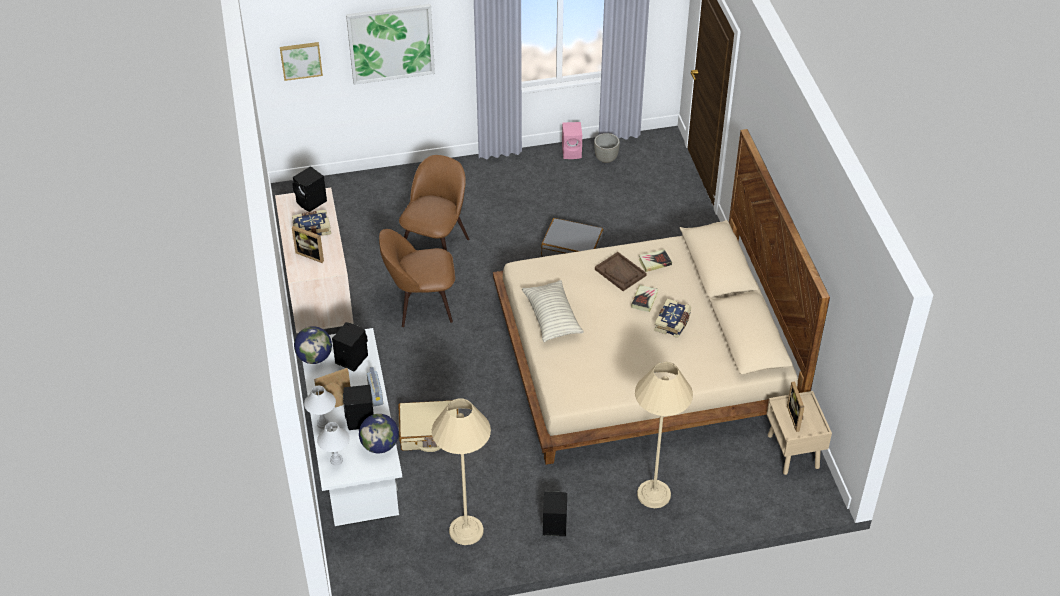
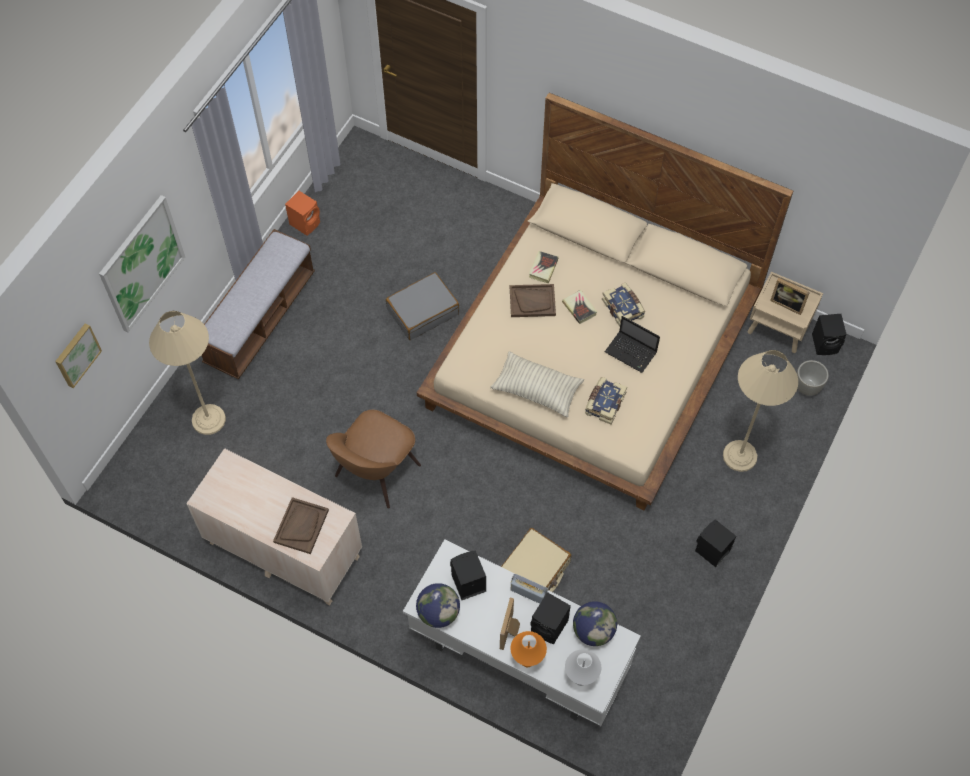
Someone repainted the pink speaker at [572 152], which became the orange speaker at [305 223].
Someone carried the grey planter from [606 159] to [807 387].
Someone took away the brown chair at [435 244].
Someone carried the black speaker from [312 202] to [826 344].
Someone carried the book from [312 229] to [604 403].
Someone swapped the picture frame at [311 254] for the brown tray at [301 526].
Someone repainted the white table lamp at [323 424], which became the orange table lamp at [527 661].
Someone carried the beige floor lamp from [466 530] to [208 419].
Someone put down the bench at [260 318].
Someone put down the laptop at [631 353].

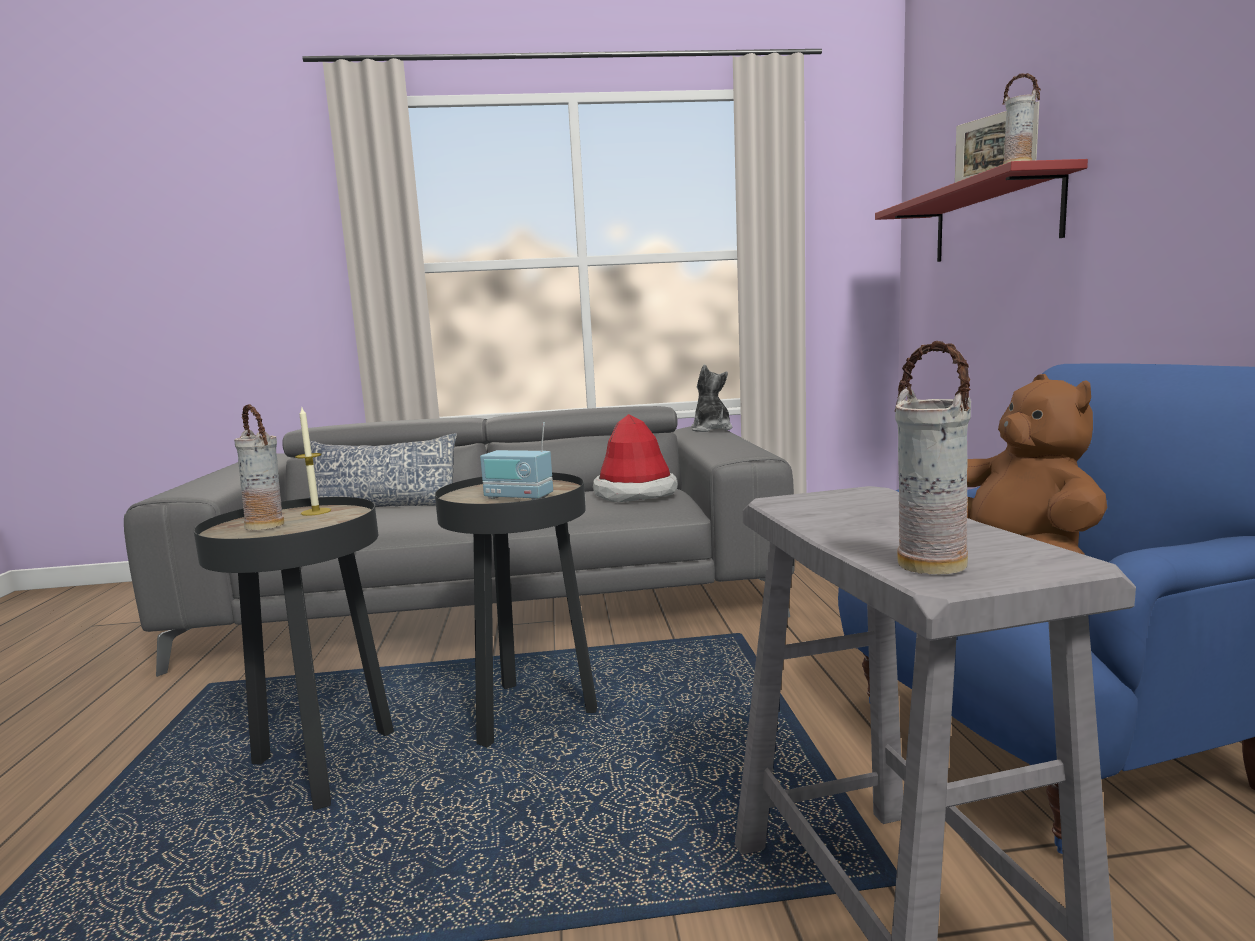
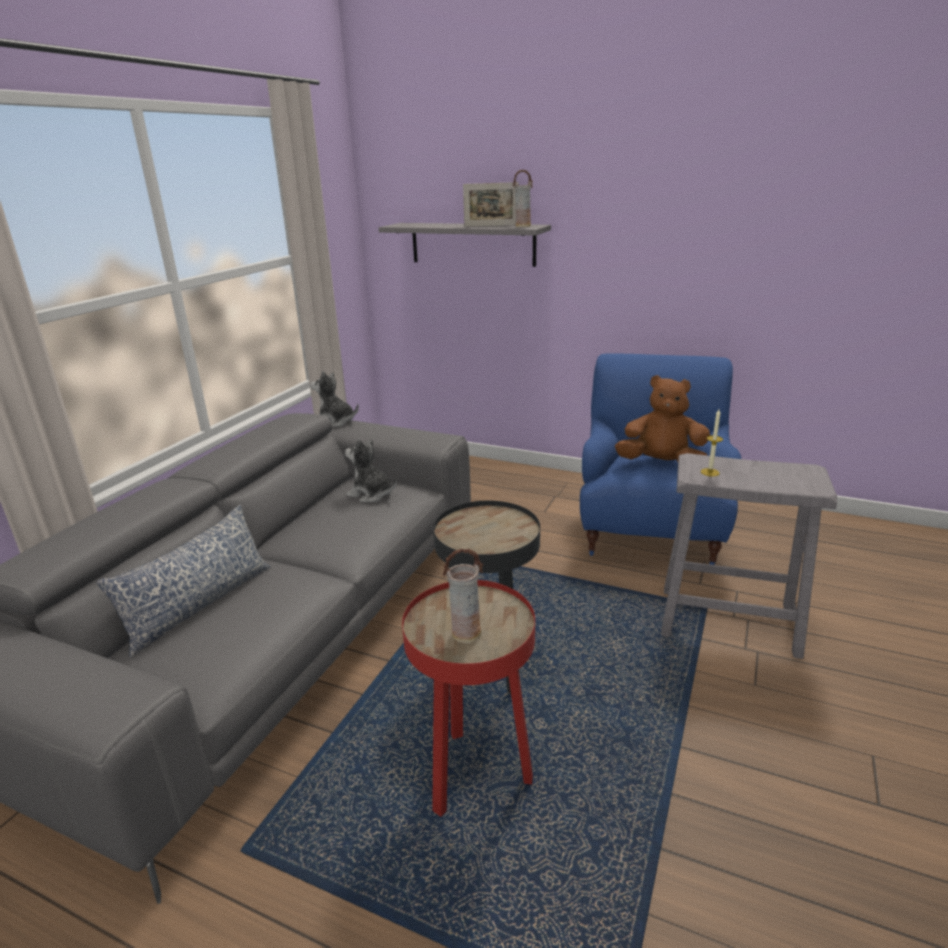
Someone repainted the red shelf at [994 220], which became the grey shelf at [472 244].
Someone took away the vase at [929 566].
Someone carried the candle from [316 512] to [710 472].
Someone swapped the hat at [635 493] for the plush toy at [371 494].
Someone took away the radio at [518 497].
Someone repainted the black side table at [325 765], which became the red side table at [474 774].

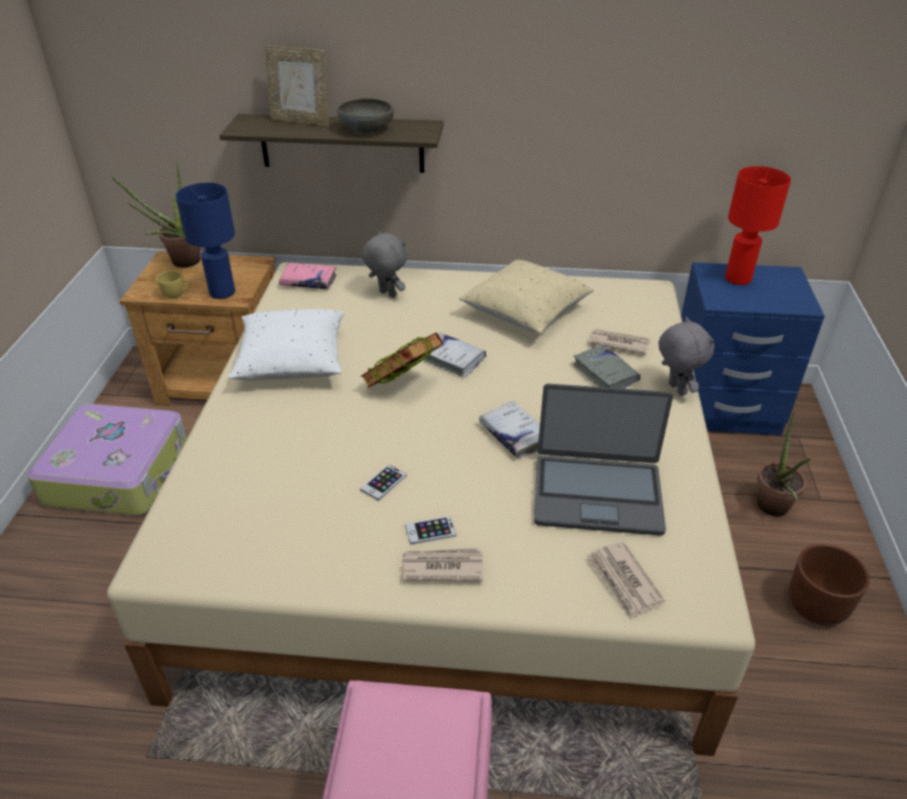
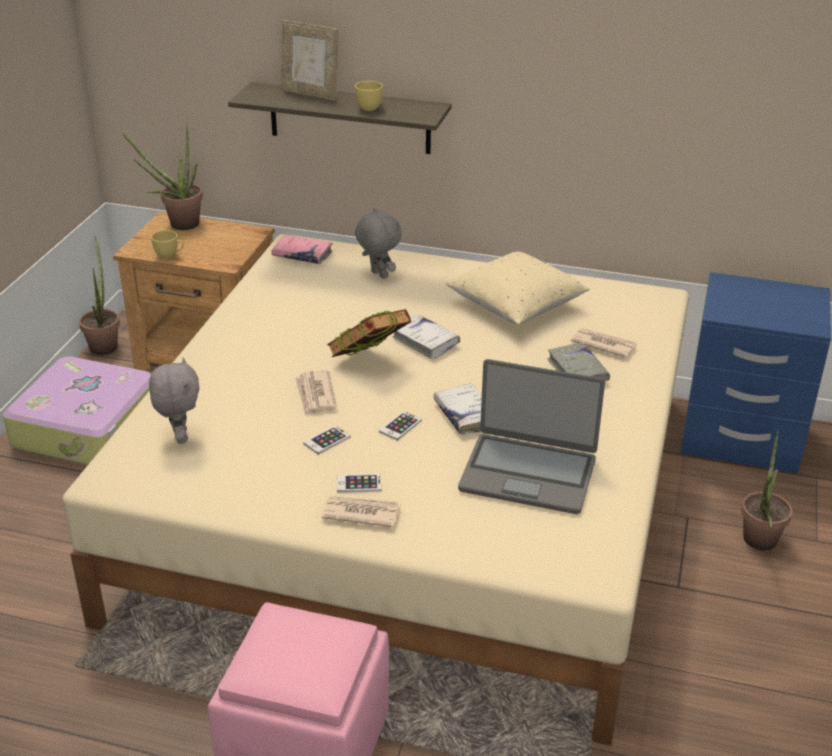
Someone swapped the grey bowl at [366 129] for the yellow cup at [371 107].
Someone took away the red table lamp at [737 278].
Someone took away the blue table lamp at [223 293].
Someone took away the white pillow at [292 362].
Someone carried the grey plush toy from [675 389] to [179 436].
Someone carried the newspaper from [624 582] to [315 395].
Someone took away the brown planter at [817 606].
Someone put down the potted plant at [104 344].
Someone put down the phone at [400 426].

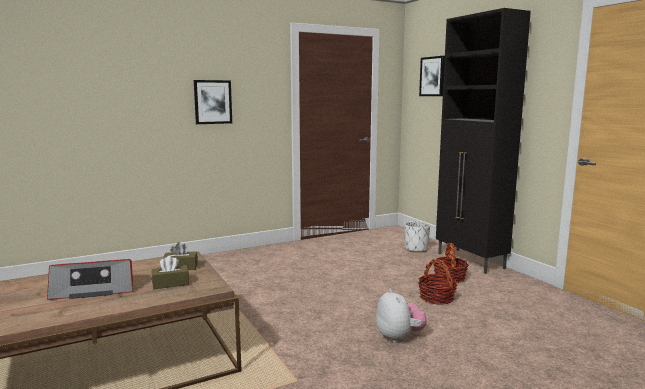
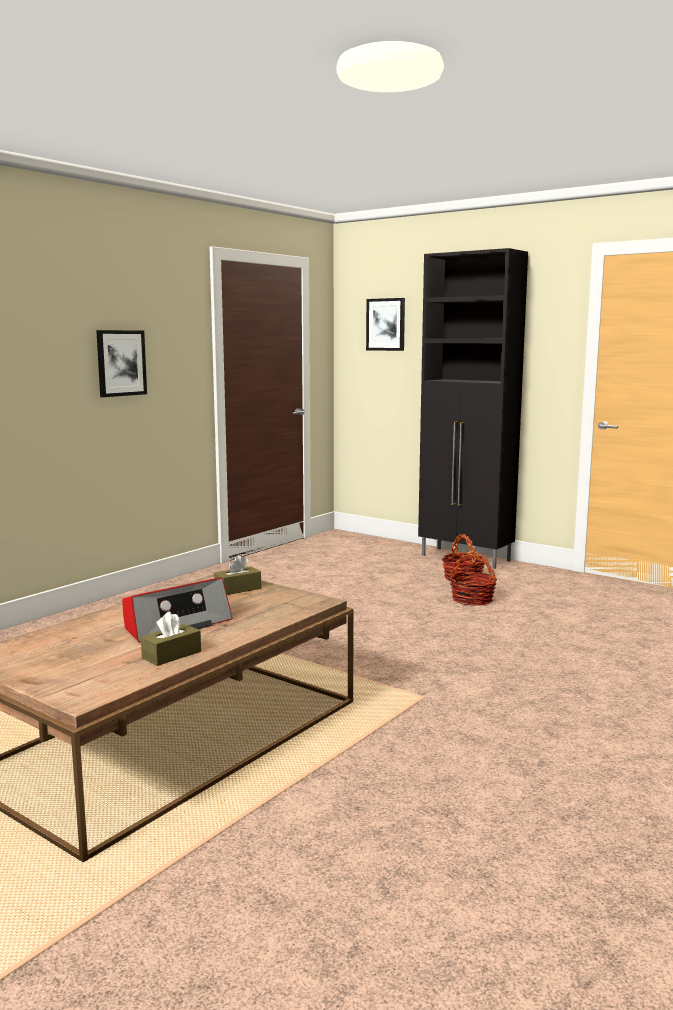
Someone took away the white planter at [416 249].
Someone carried the brown tissue box from [170 284] to [171 655].
Someone took away the plush toy at [399 337].

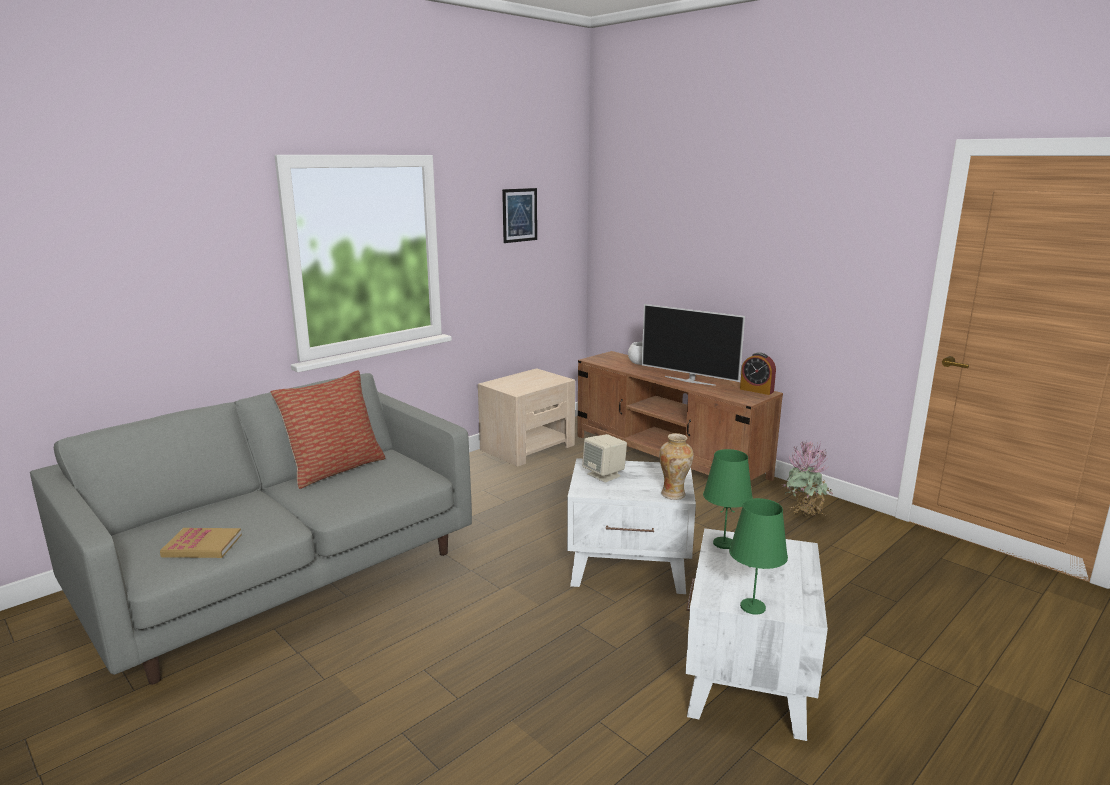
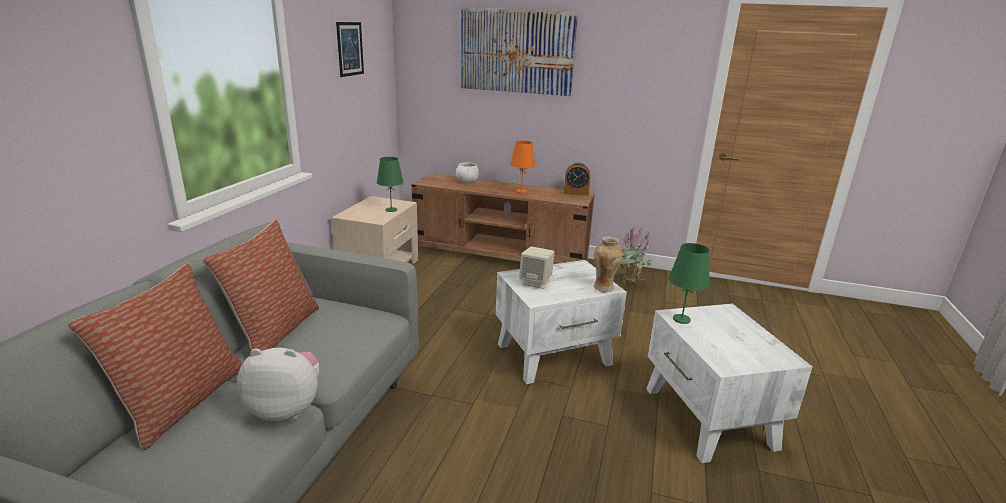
Someone swapped the television at [690 380] for the orange table lamp at [521 191].
Someone carried the green table lamp from [753 607] to [391 210].
Someone took away the book at [202 546].
Someone put up the picture at [516 51].
Someone put down the pillow at [181 401].
Someone put down the plush toy at [286 409].

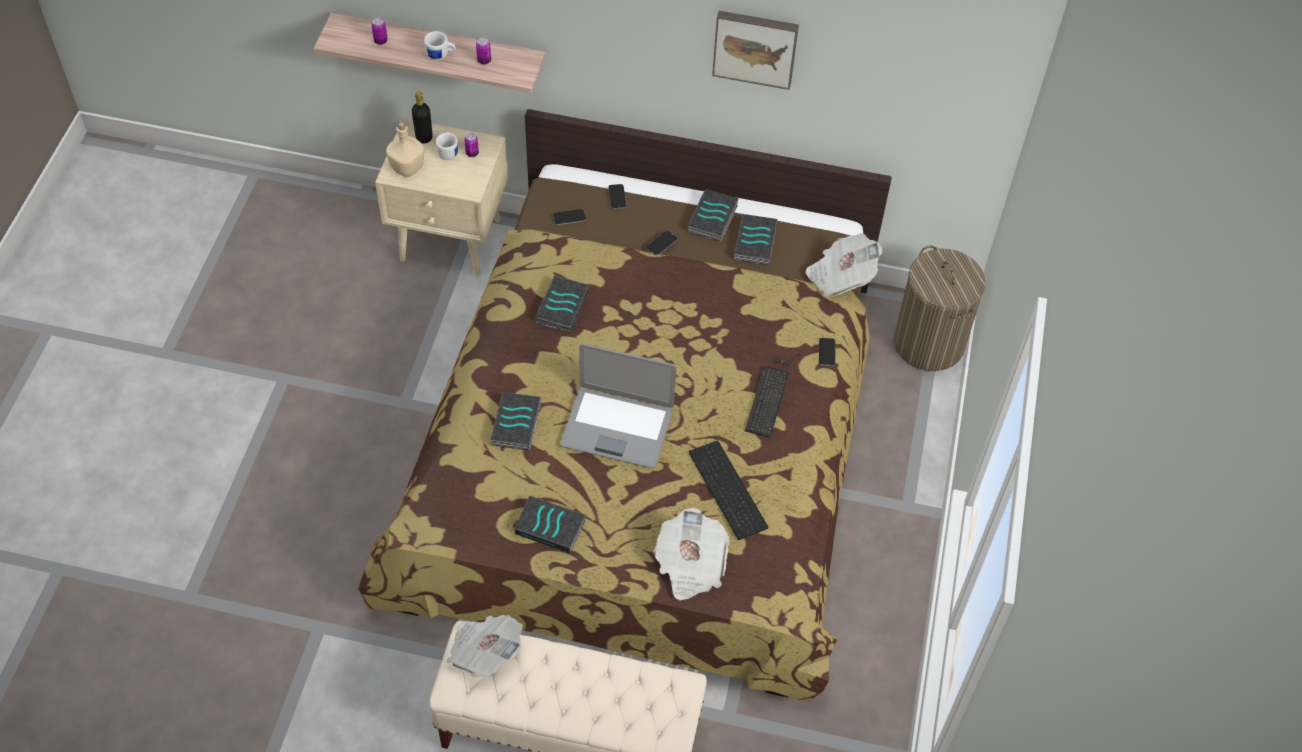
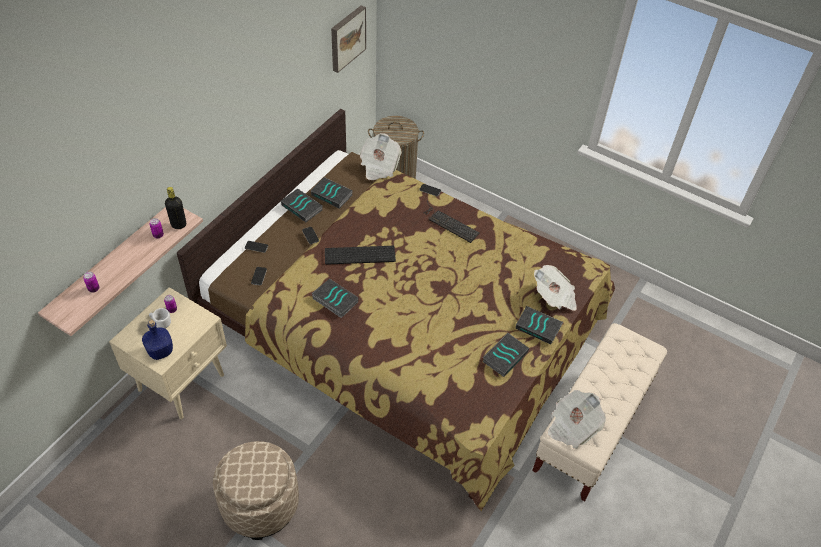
Someone carried the picture from [755 47] to [346 38].
Someone took away the white mug at [441 55].
Someone carried the black bottle from [424 137] to [178 225].
Someone repainted the beige bottle at [407 168], which became the blue bottle at [161 352].
Someone took away the laptop at [617 427].
Someone carried the book from [517 425] to [539 327].
Someone carried the keyboard from [725 489] to [359 256].
Someone put down the beige ottoman at [260 504].

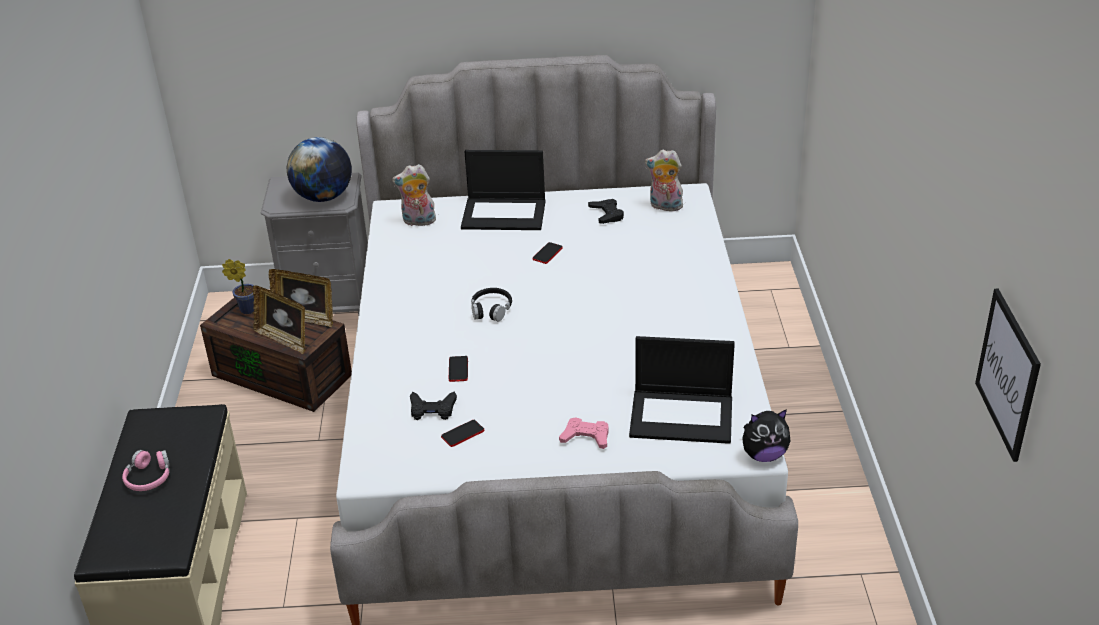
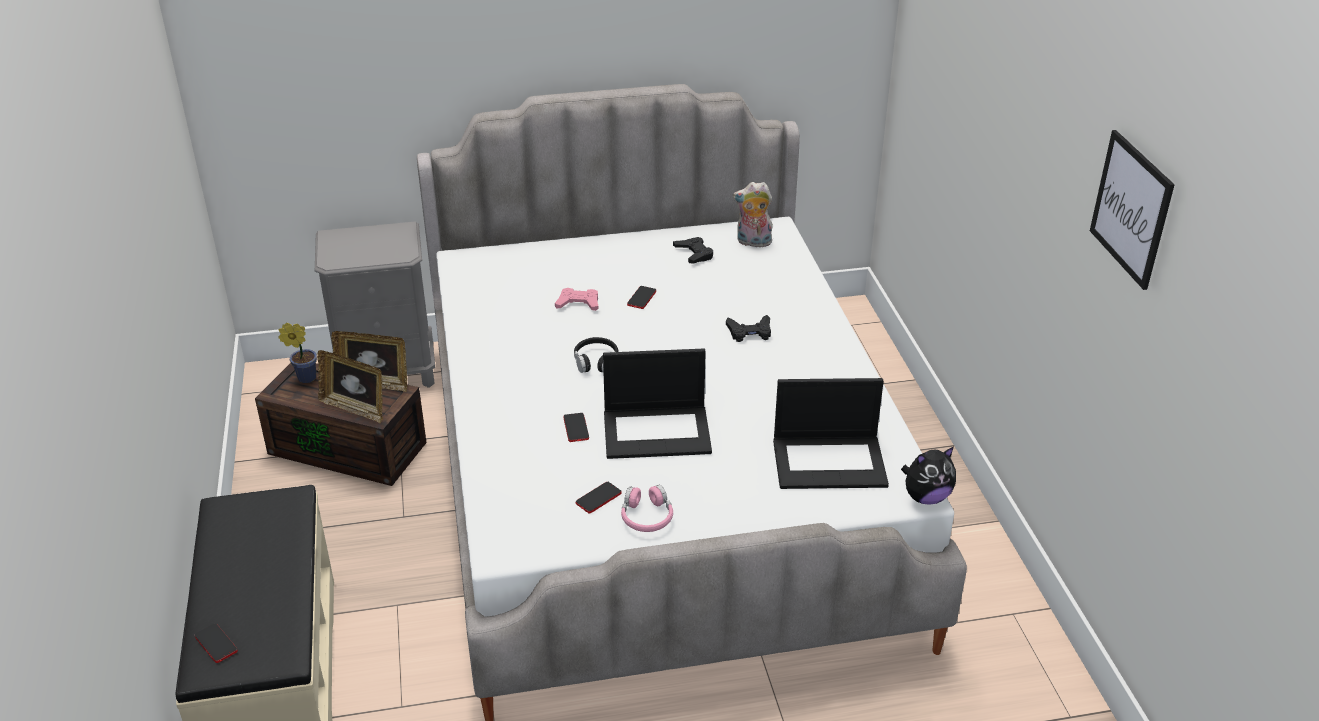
Someone took away the globe at [323 197].
Someone carried the laptop from [505 214] to [658 431].
Someone took away the plush toy at [418 222].
Someone carried the picture from [1008 374] to [1131 208].
Someone carried the black game controller from [432 409] to [749 332].
Someone carried the pink game controller from [586 437] to [578 303].
Someone carried the pink headphones from [149 477] to [646 517].
Someone put down the phone at [216 644].

